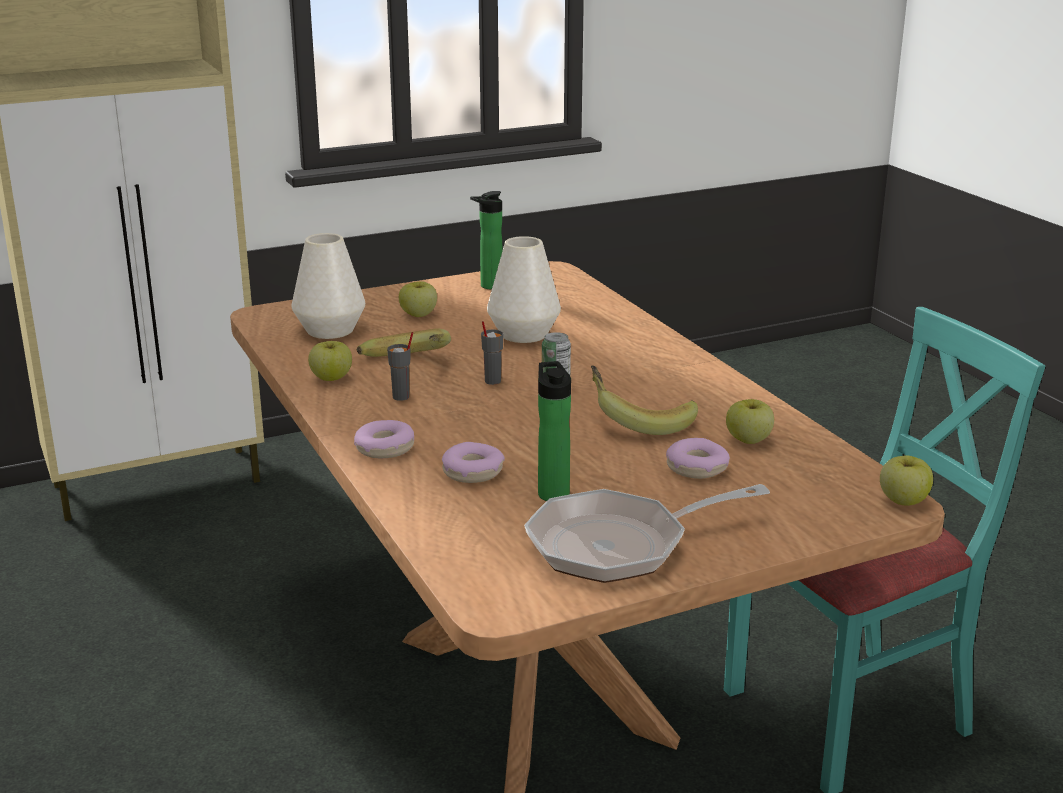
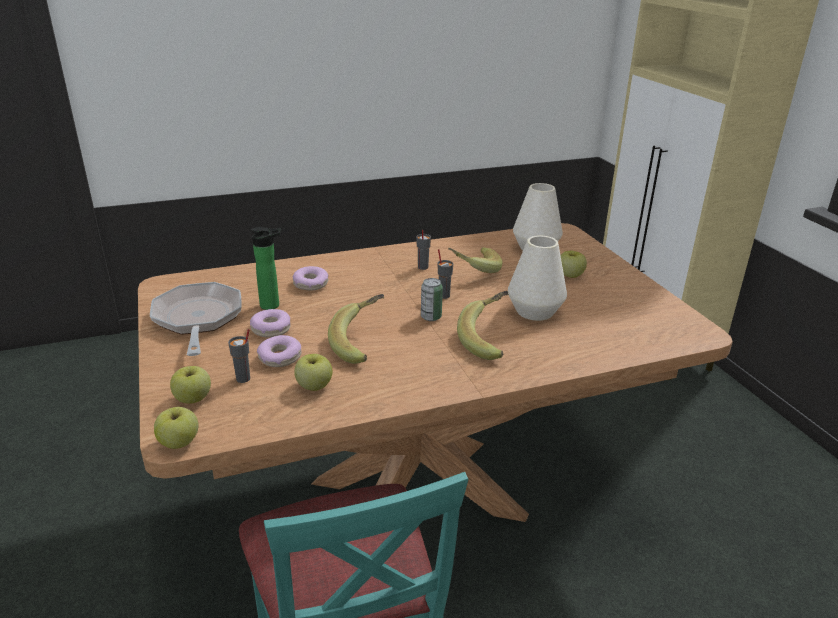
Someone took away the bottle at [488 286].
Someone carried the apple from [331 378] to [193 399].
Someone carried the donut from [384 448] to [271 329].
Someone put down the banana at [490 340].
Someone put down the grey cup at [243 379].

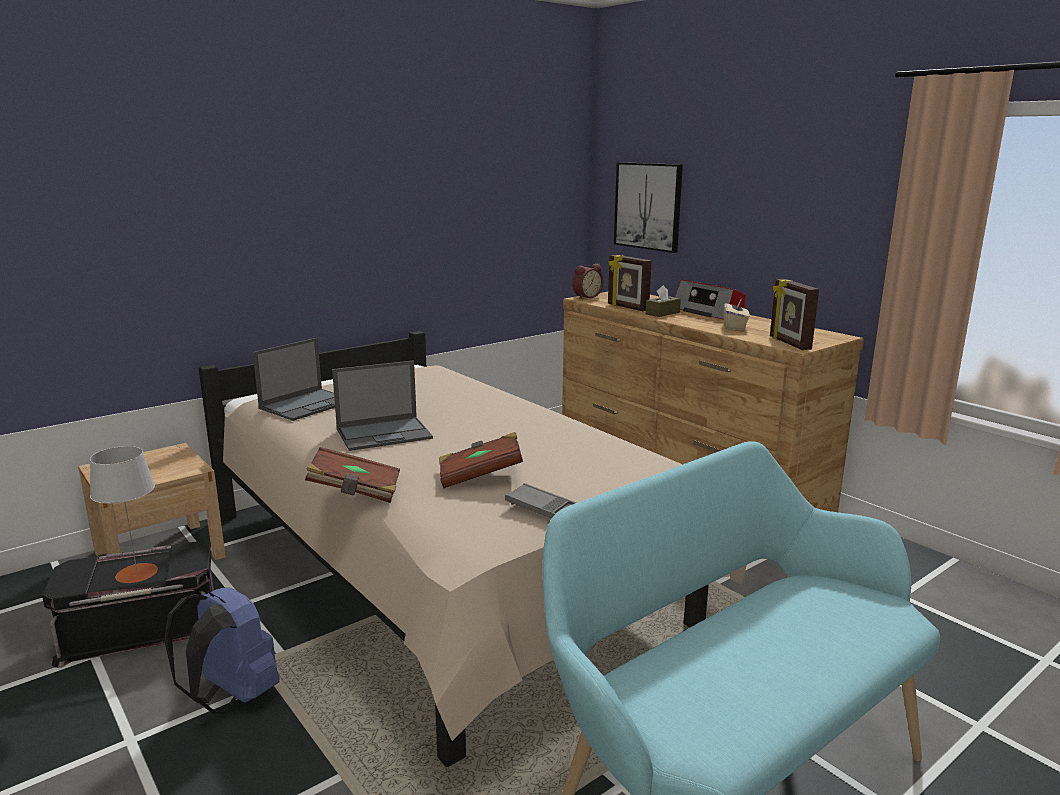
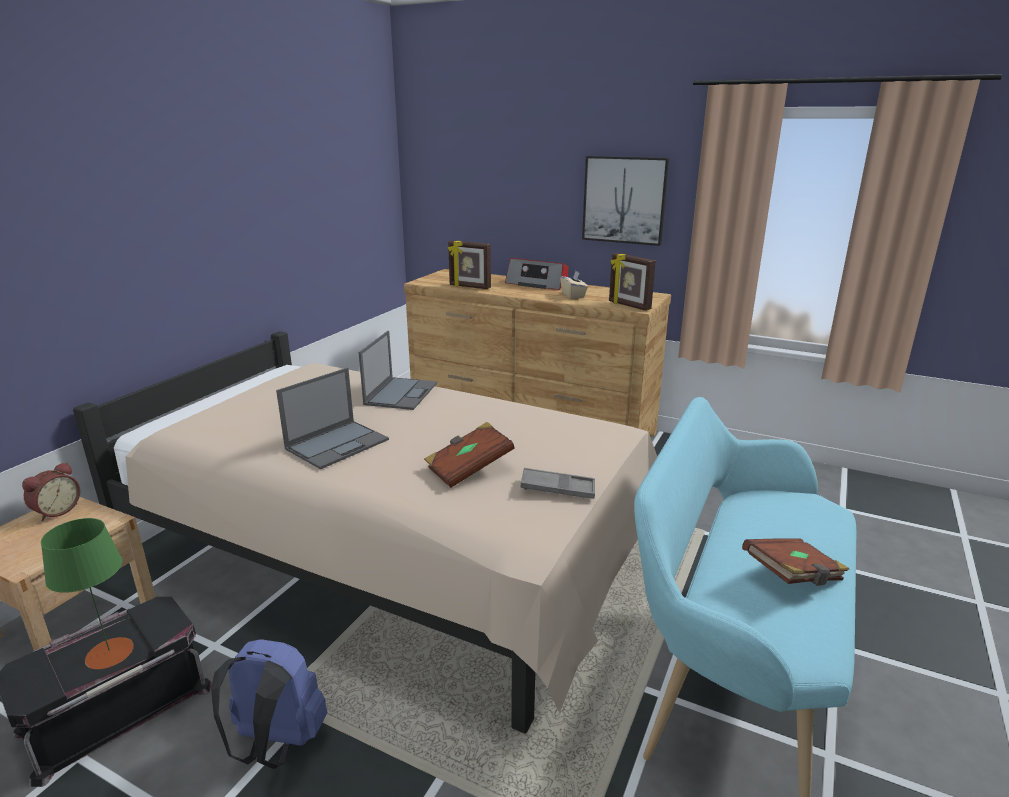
Someone carried the picture from [648 206] to [624 200].
Someone carried the alarm clock from [586 297] to [56 511].
Someone took away the brown tissue box at [662 313].
Someone carried the laptop from [308 404] to [401 393].
Someone repainted the grey table lamp at [137 573], which became the green table lamp at [110 653].
Someone carried the brown book from [355 492] to [793 576].

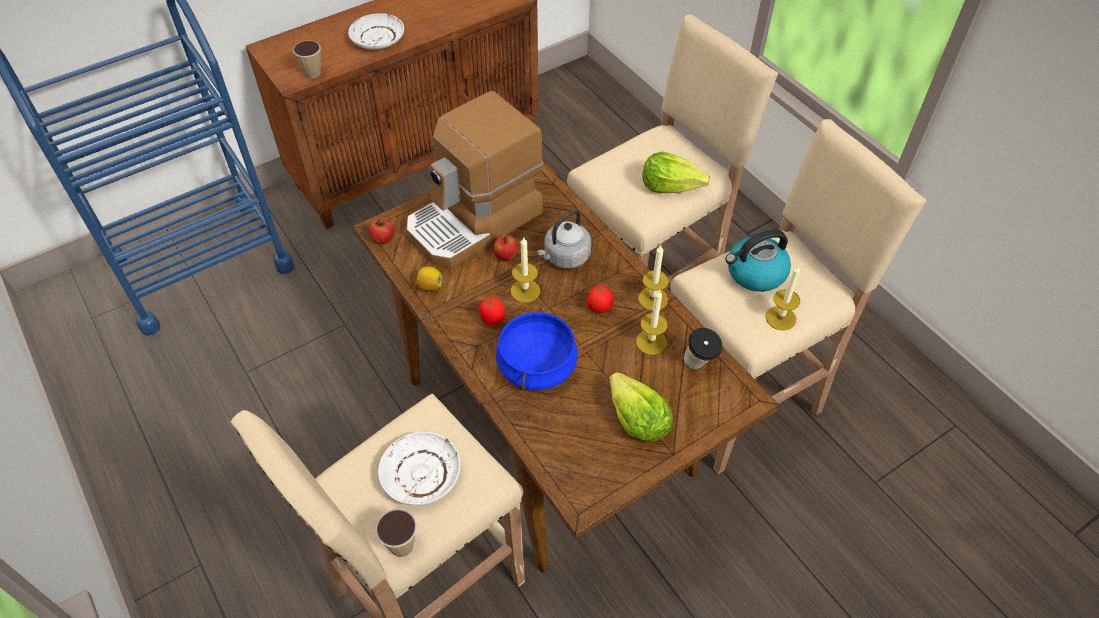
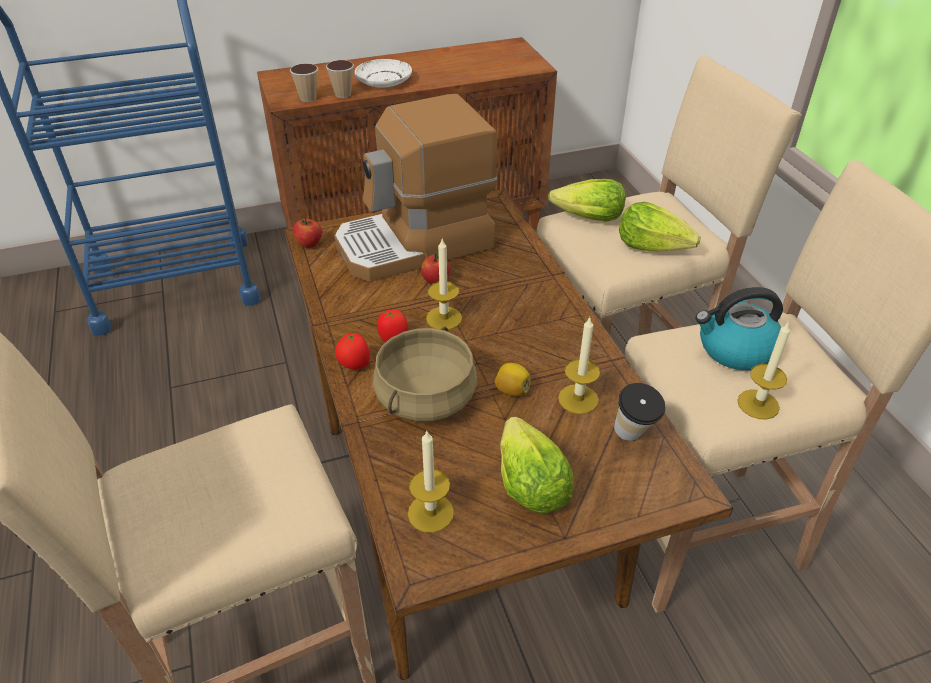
Someone took away the grey kettle at [565 257].
Someone carried the candle from [653 299] to [430 513].
Someone carried the lemon from [430 286] to [512 390].
Someone carried the tomato from [599 309] to [354 365].
Someone repainted the blue cooking pot at [536 365], which became the beige cooking pot at [425 397].
Someone took away the white plate at [420 474].
Someone carried the cup from [401 546] to [343 94].
Someone put down the lettuce at [588 218].

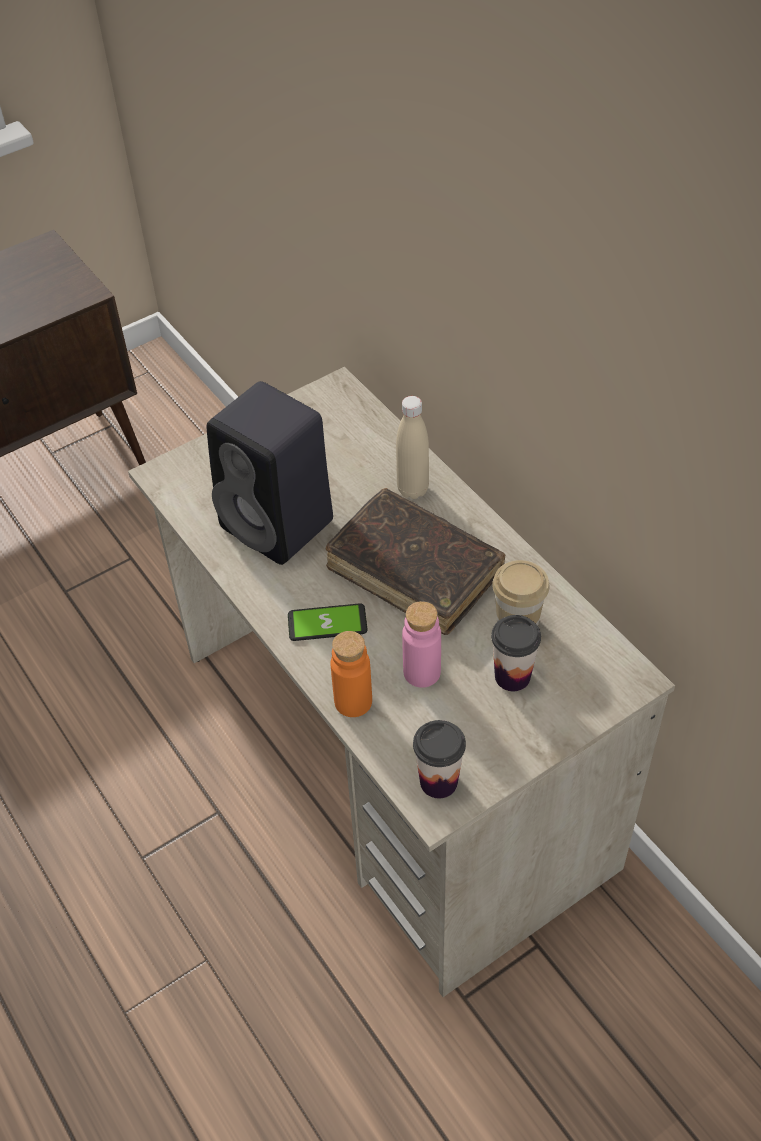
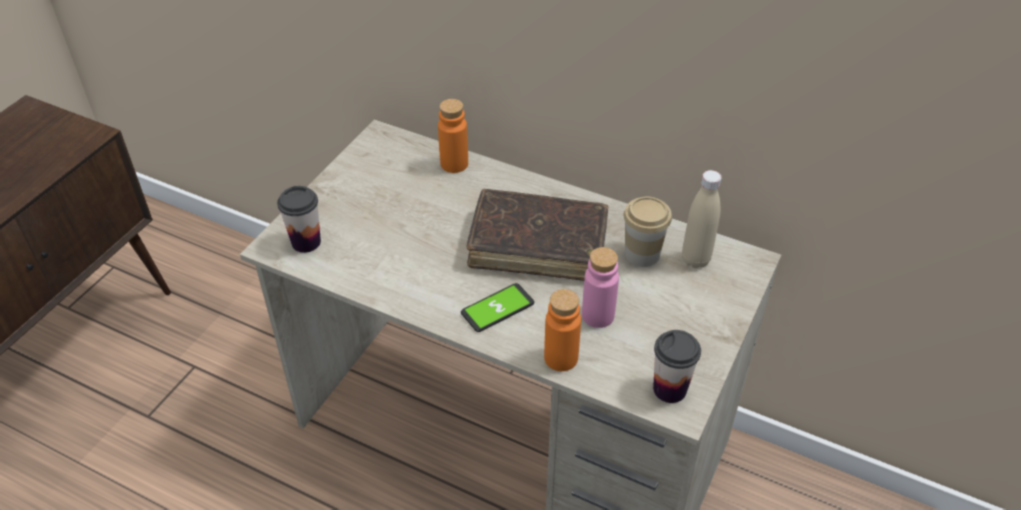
Someone took away the black speaker at [280 525].
Someone carried the beige bottle from [413 489] to [695 259].
Someone carried the cup from [512 676] to [306 242].
Someone put down the orange bottle at [454 164].

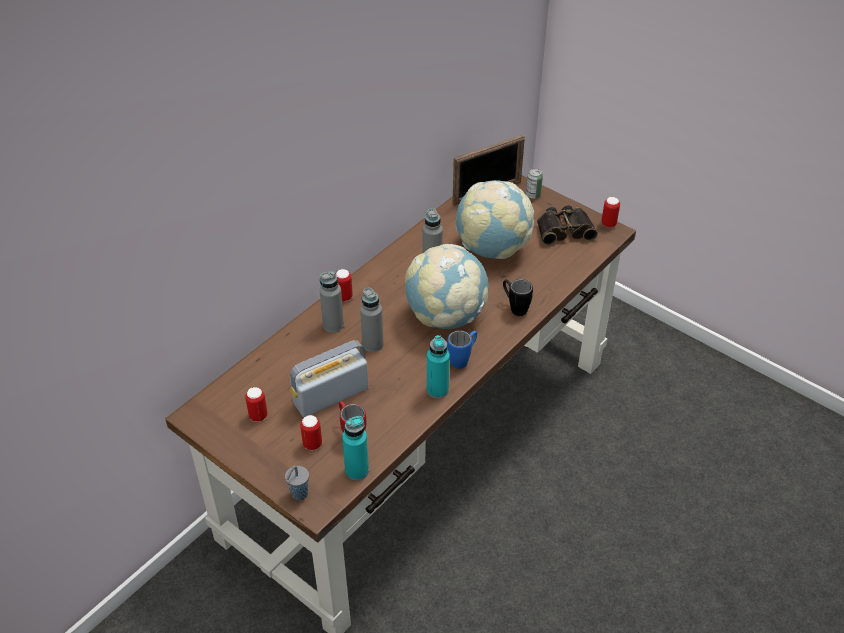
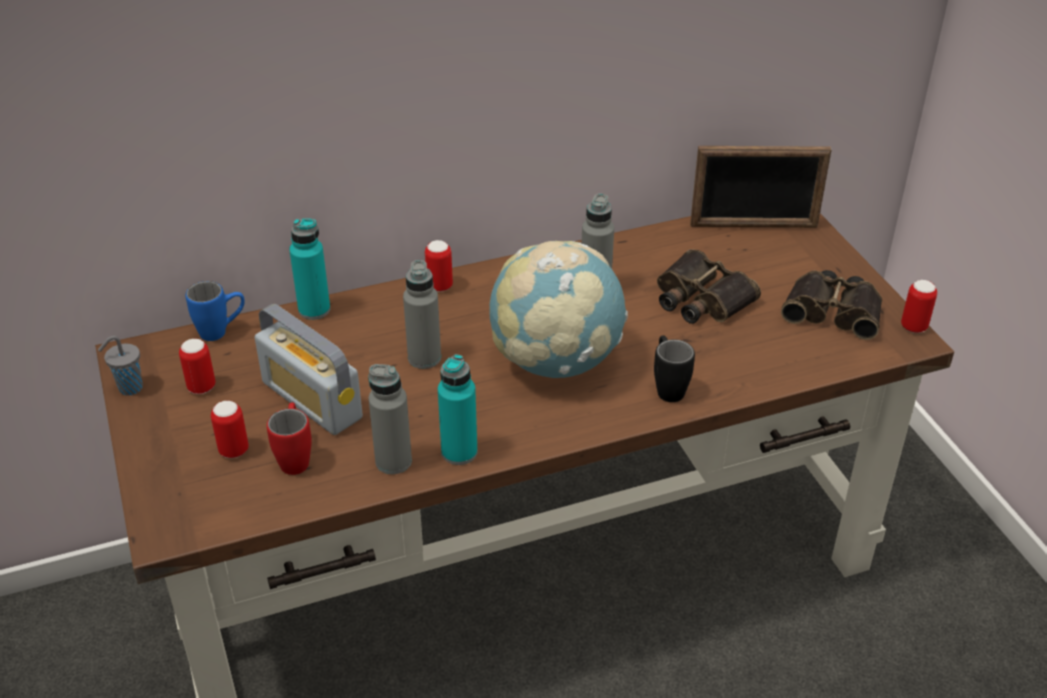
Someone took away the can at [533 195].
Someone swapped the globe at [492 249] for the binoculars at [700 299].
Someone carried the grey bottle from [333 325] to [393 461].
Someone carried the blue mug from [463 359] to [221 331].
Someone rotated the radio at [331 396] by 135 degrees counterclockwise.
Someone carried the turquoise bottle from [357 471] to [314 310].
Someone carried the grey cup from [298 494] to [129 388].

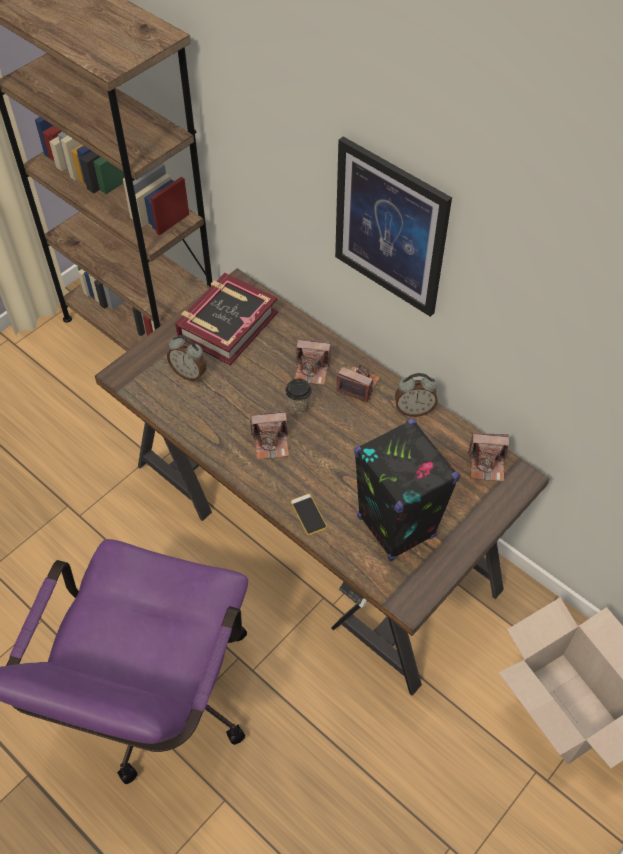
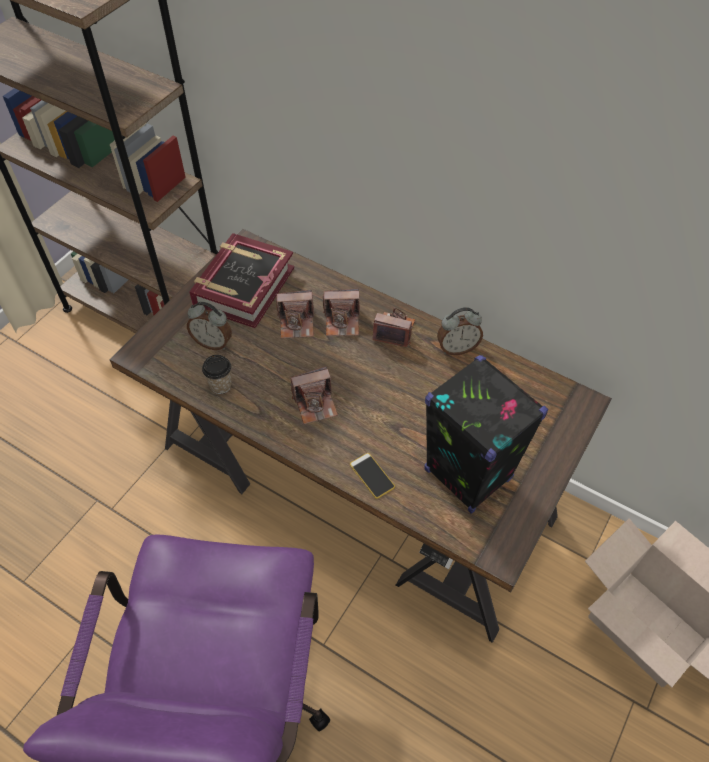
Someone took away the picture at [390 228].
Someone carried the cup from [298 407] to [220 385].
Someone carried the photo camera from [487 464] to [297 323].

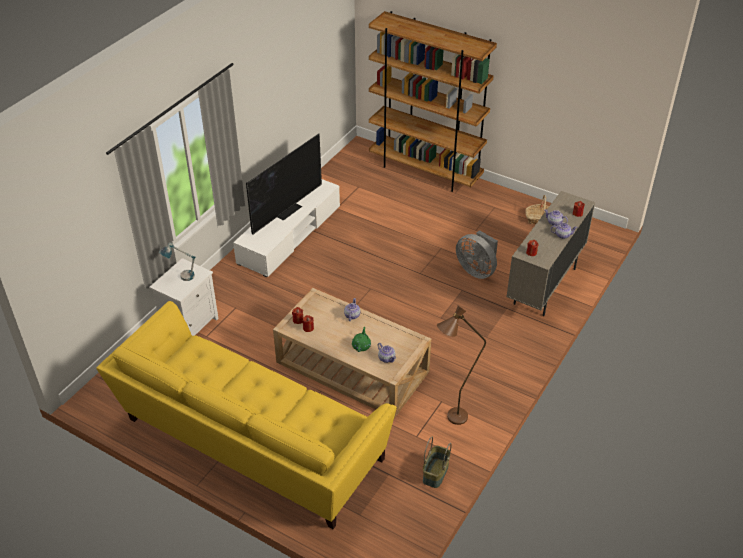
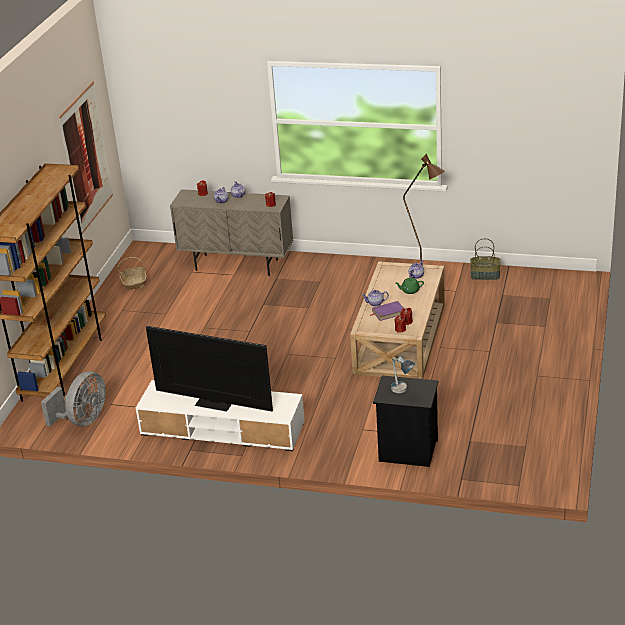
Someone carried the grey fan from [477 270] to [83 420].
Someone repainted the white nightstand at [190 325], which became the black nightstand at [406 451].
Someone took away the yellow sofa at [250 443].
Someone put up the picture at [86 157].
Someone put down the purple book at [388 312].

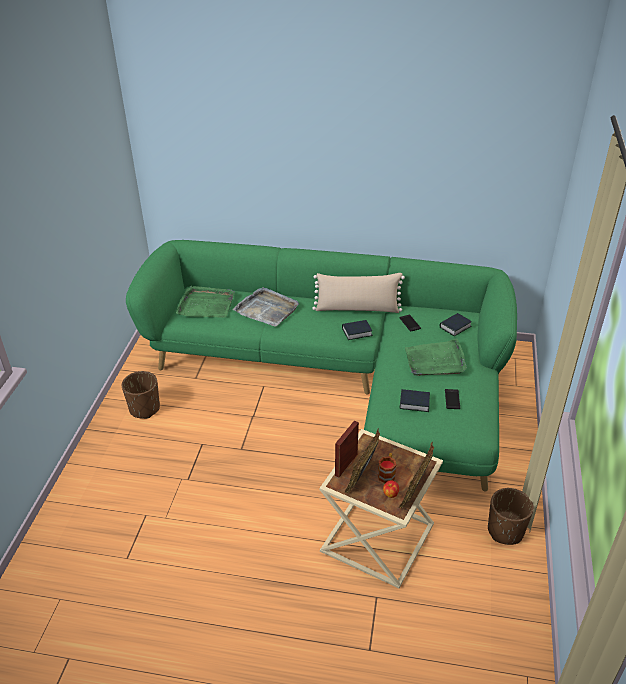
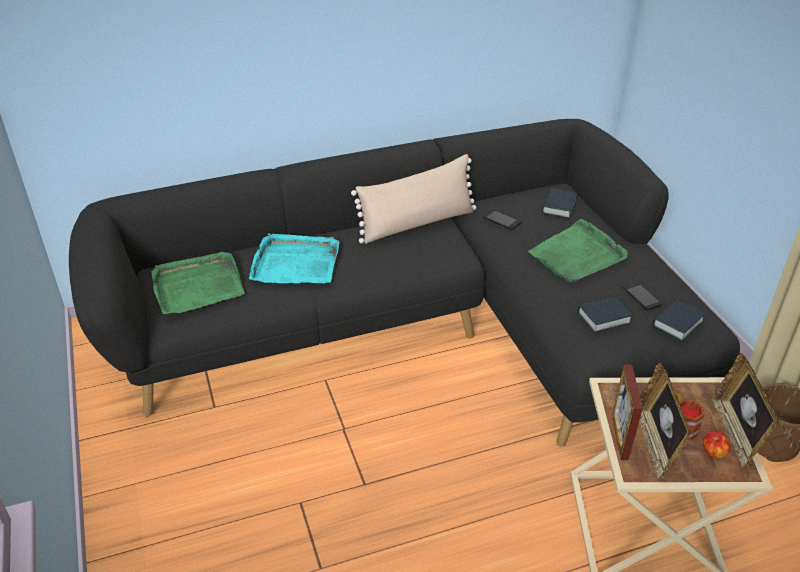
Someone repainted the green sofa at [344 375], which became the black sofa at [422 325].
Someone repainted the grey tray at [267 309], which became the turquoise tray at [295 263].
Someone carried the book from [357 332] to [677 324].
Someone took away the brown planter at [144 409].

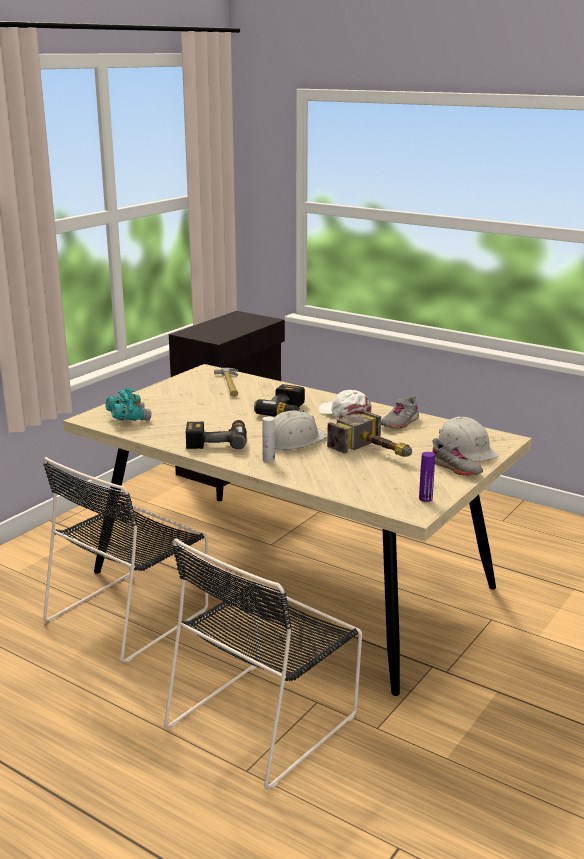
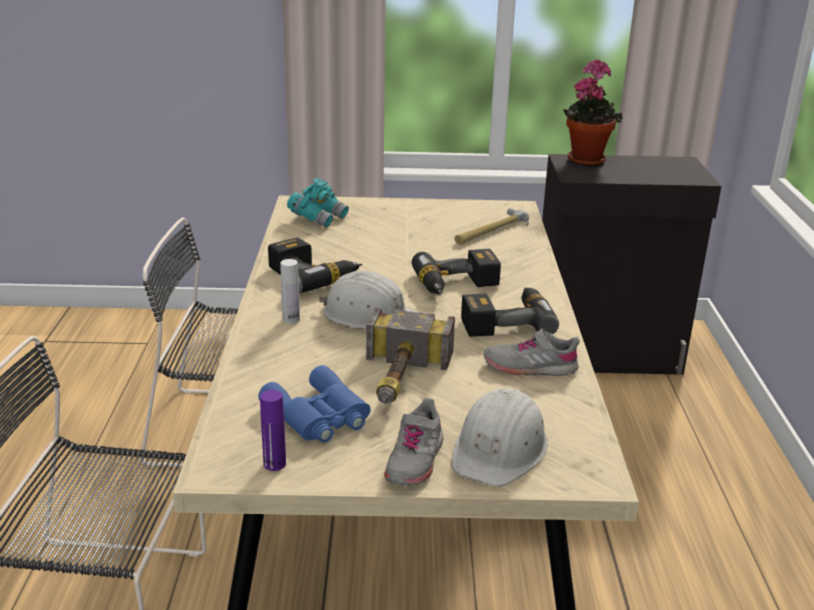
Someone swapped the white cap at [345 413] for the power drill at [505 321].
Someone put down the potted plant at [586 159].
Someone put down the blue binoculars at [318 416].

